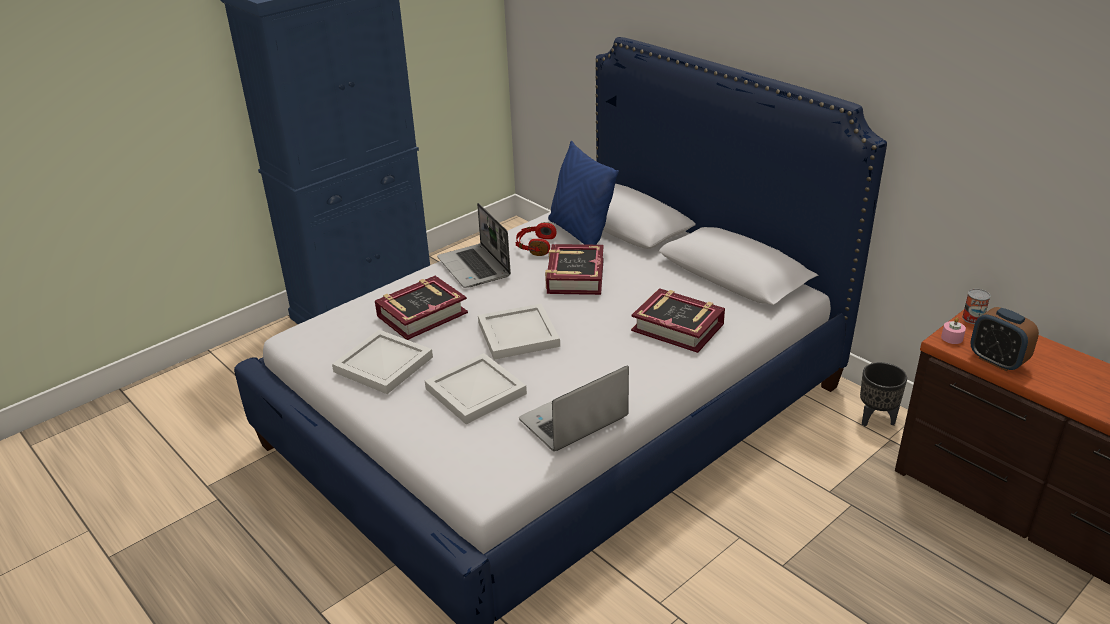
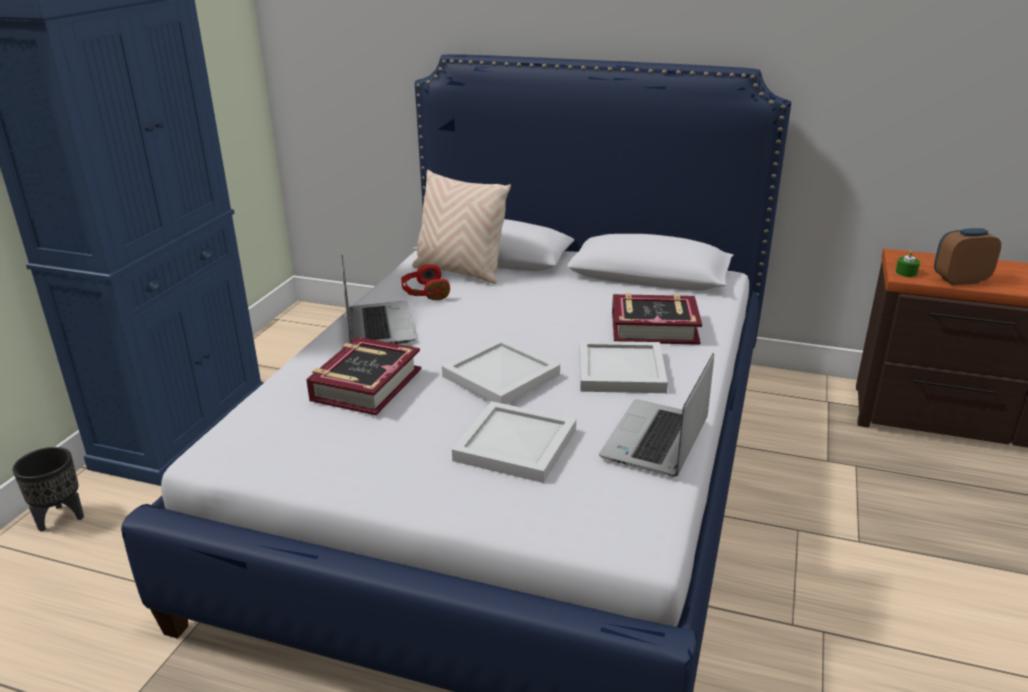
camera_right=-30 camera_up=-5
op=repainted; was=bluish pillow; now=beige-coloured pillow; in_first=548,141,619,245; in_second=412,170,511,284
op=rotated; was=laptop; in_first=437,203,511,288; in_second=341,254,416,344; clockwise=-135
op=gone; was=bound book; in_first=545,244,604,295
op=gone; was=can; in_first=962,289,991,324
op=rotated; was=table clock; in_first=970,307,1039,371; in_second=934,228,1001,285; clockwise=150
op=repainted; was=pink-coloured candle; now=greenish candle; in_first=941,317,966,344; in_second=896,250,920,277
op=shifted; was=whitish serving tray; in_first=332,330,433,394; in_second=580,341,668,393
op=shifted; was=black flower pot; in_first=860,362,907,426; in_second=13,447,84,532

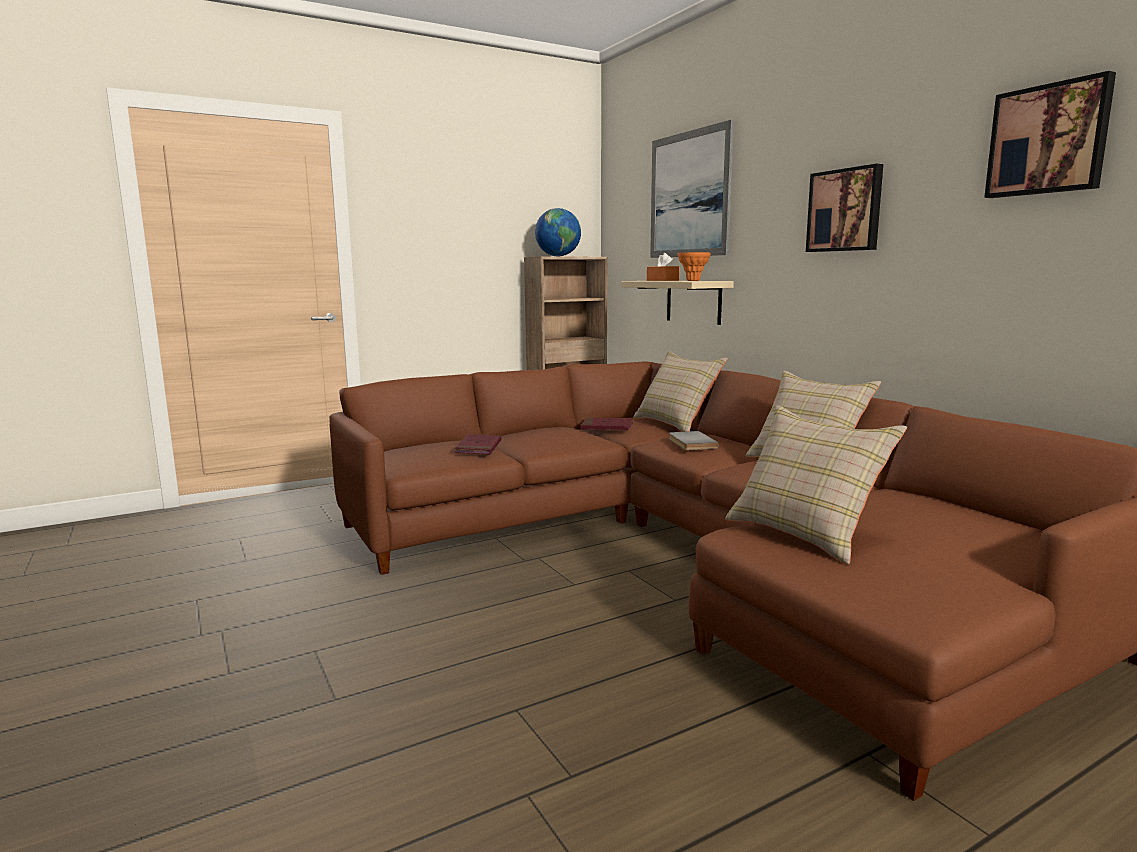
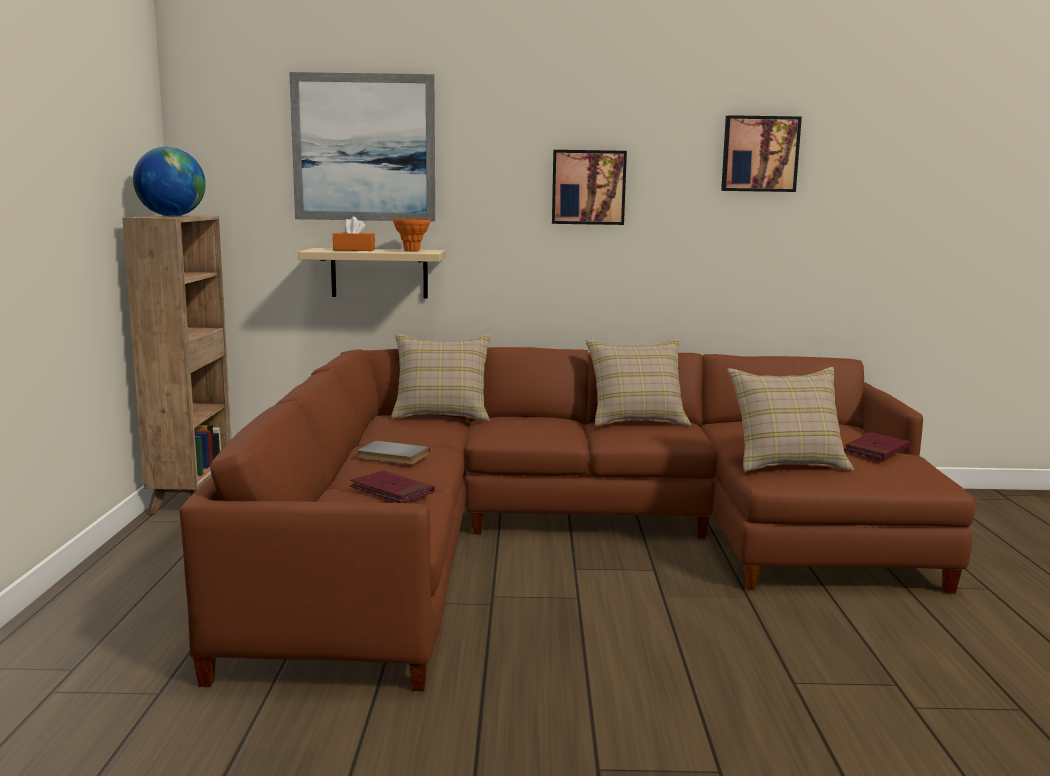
camera_right=-60 camera_up=0
op=shifted; was=reddish bound book; in_first=580,418,633,430; in_second=844,432,909,460
op=shifted; was=greyish bound book; in_first=669,431,719,450; in_second=357,441,430,465

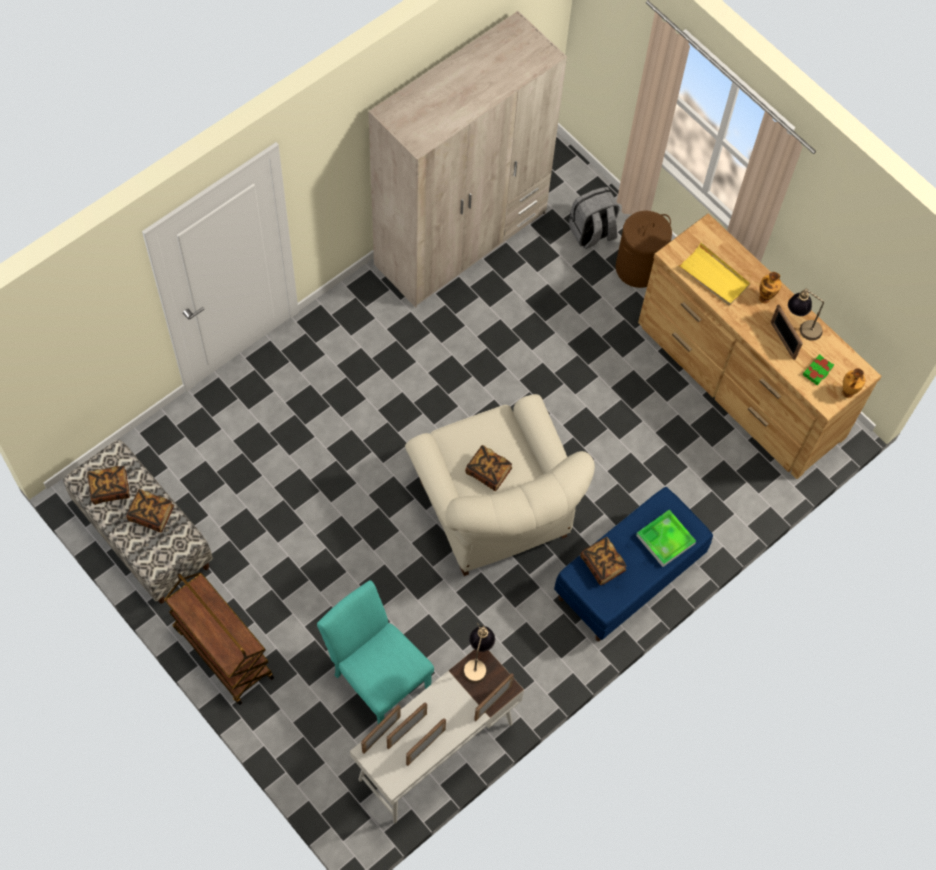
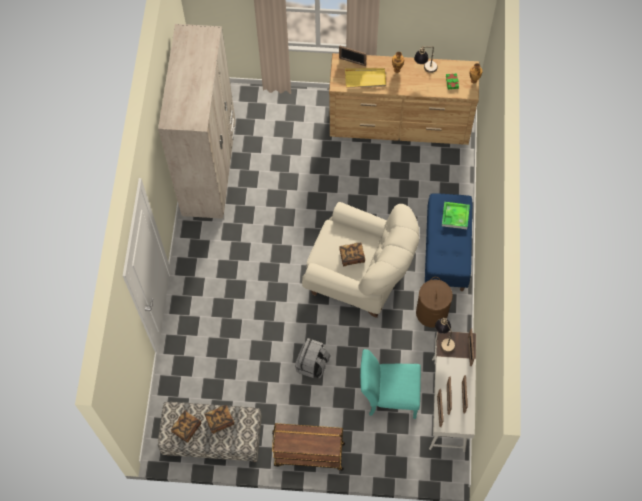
camera_right=-40 camera_up=0
op=shifted; was=greyish rucksack; in_first=569,187,620,249; in_second=295,338,331,379
op=shifted; was=brown laundry basket; in_first=615,211,672,288; in_second=416,277,453,328
op=shifted; was=photo frame; in_first=771,305,803,360; in_second=339,46,367,66
op=gone; was=bound book; in_first=580,537,626,585

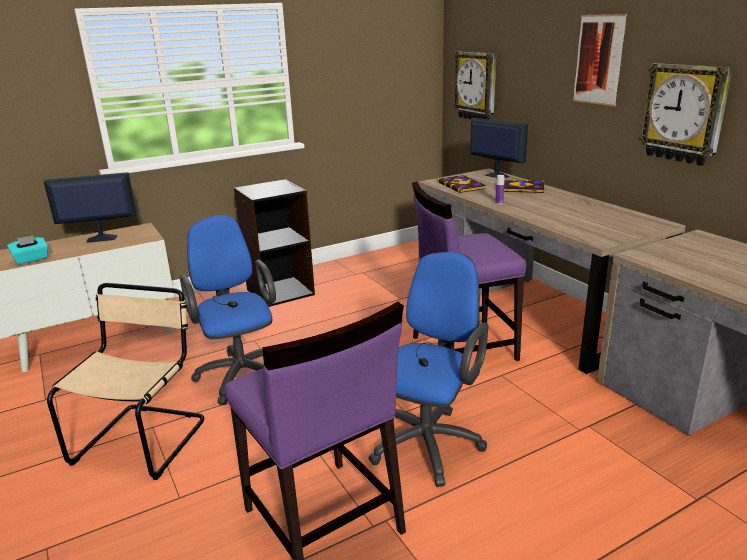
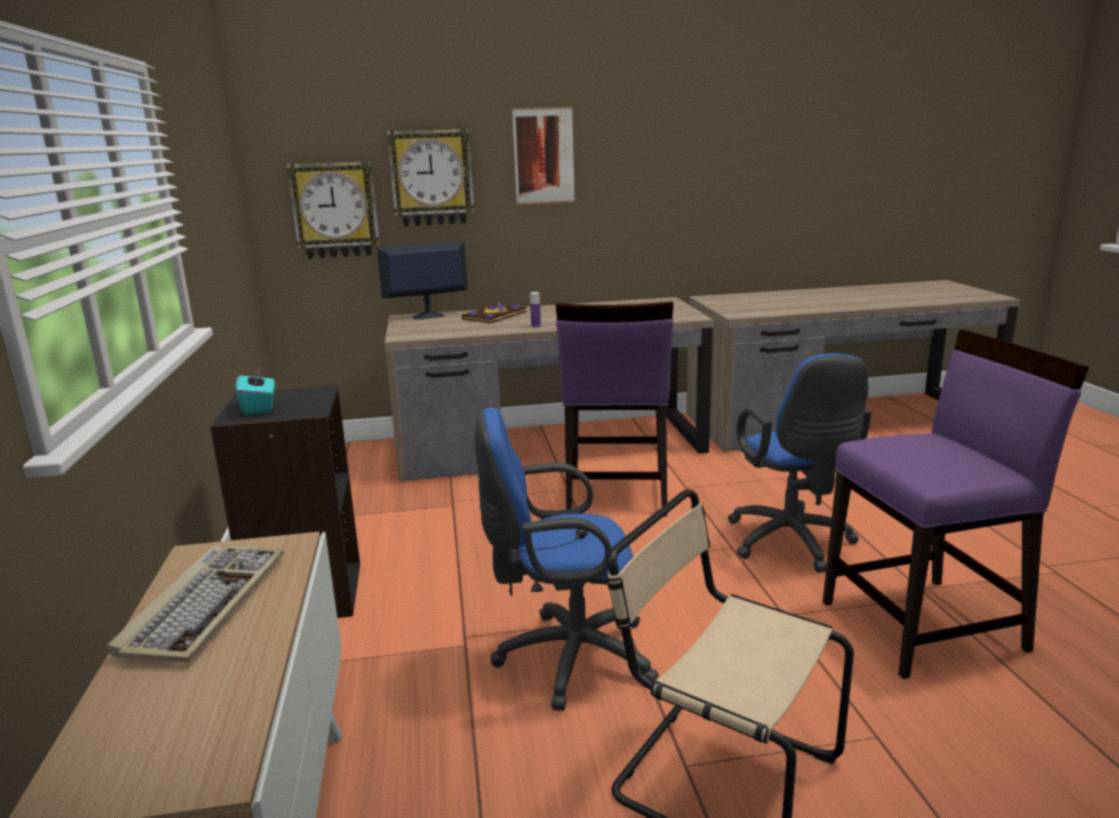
camera_right=-70 camera_up=-5
op=shifted; was=wall clock; in_first=639,63,732,166; in_second=387,129,474,226
op=swapped; was=computer screen; now=keyboard; in_first=43,172,137,243; in_second=107,546,284,662
op=gone; was=bound book; in_first=437,175,486,193
op=shifted; was=turquoise-coloured box of tissues; in_first=7,235,48,265; in_second=236,366,275,415
op=rotated; was=bluish desk chair; in_first=369,252,488,487; in_second=728,353,872,573; clockwise=-150

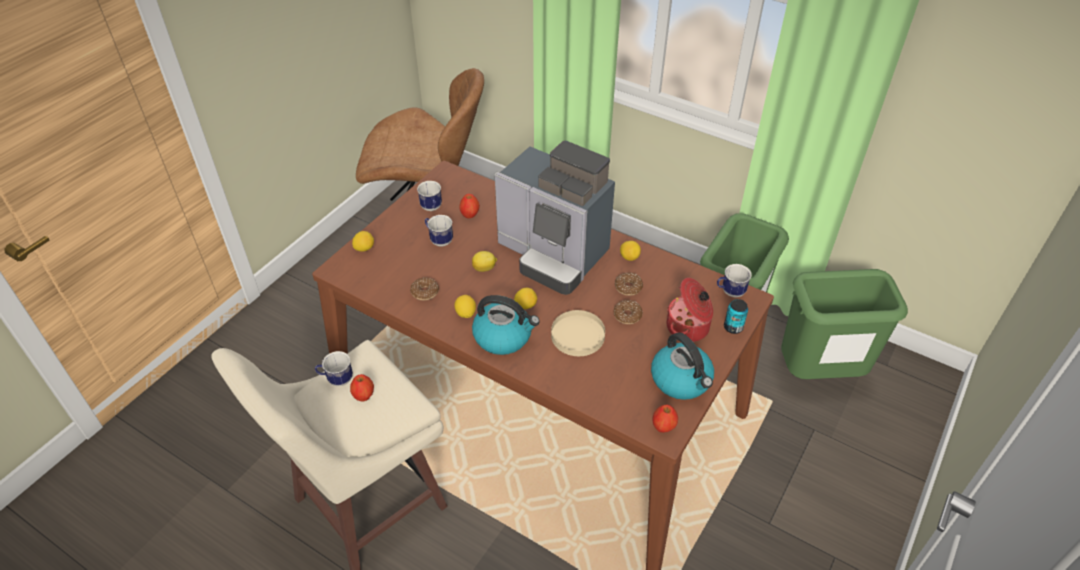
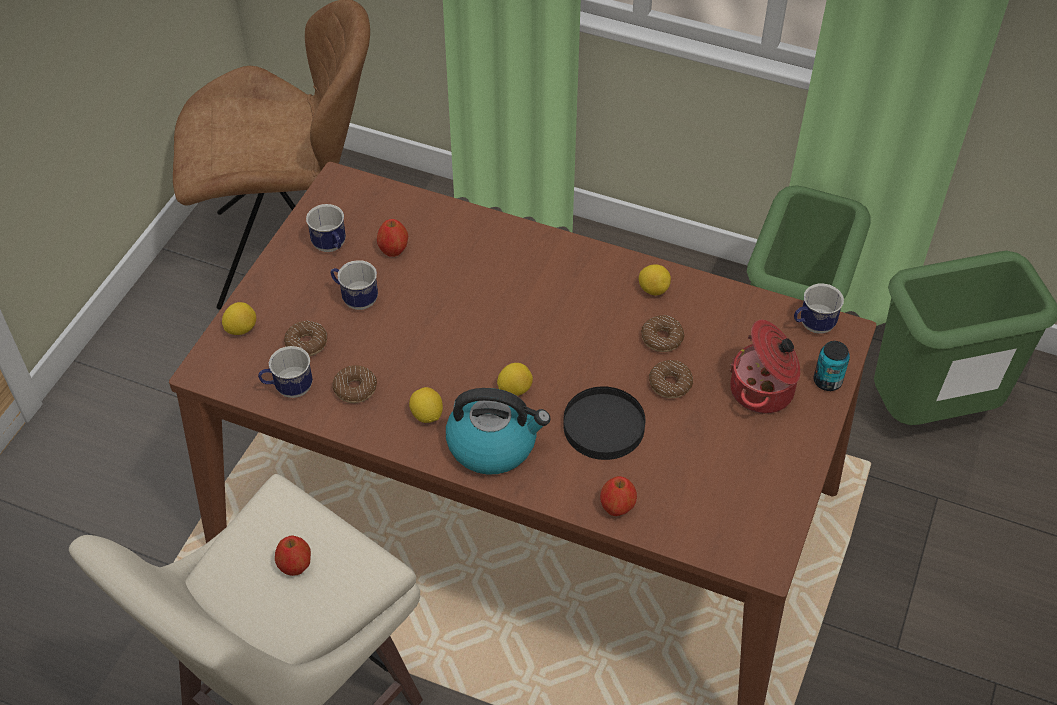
camera_right=-10 camera_up=5
op=gone; was=coffee brewer; in_first=495,140,615,295
op=gone; was=whole lemon; in_first=472,251,497,272
op=repainted; was=beige-coloured flat dish; now=black flat dish; in_first=551,310,605,356; in_second=563,386,645,460
op=gone; was=kettle; in_first=651,332,714,400
op=shifted; was=mug; in_first=315,351,353,386; in_second=258,346,313,398
op=shifted; was=apple fruit; in_first=652,405,678,433; in_second=600,476,637,516
op=new; now=donut; in_second=284,321,327,356

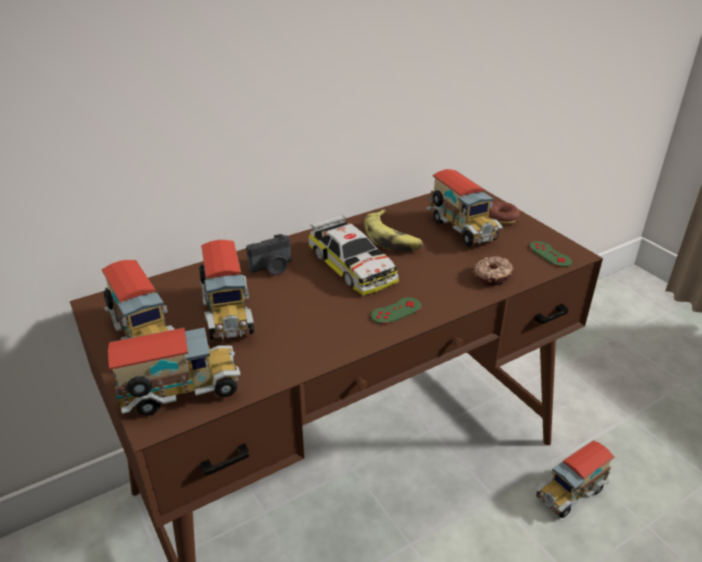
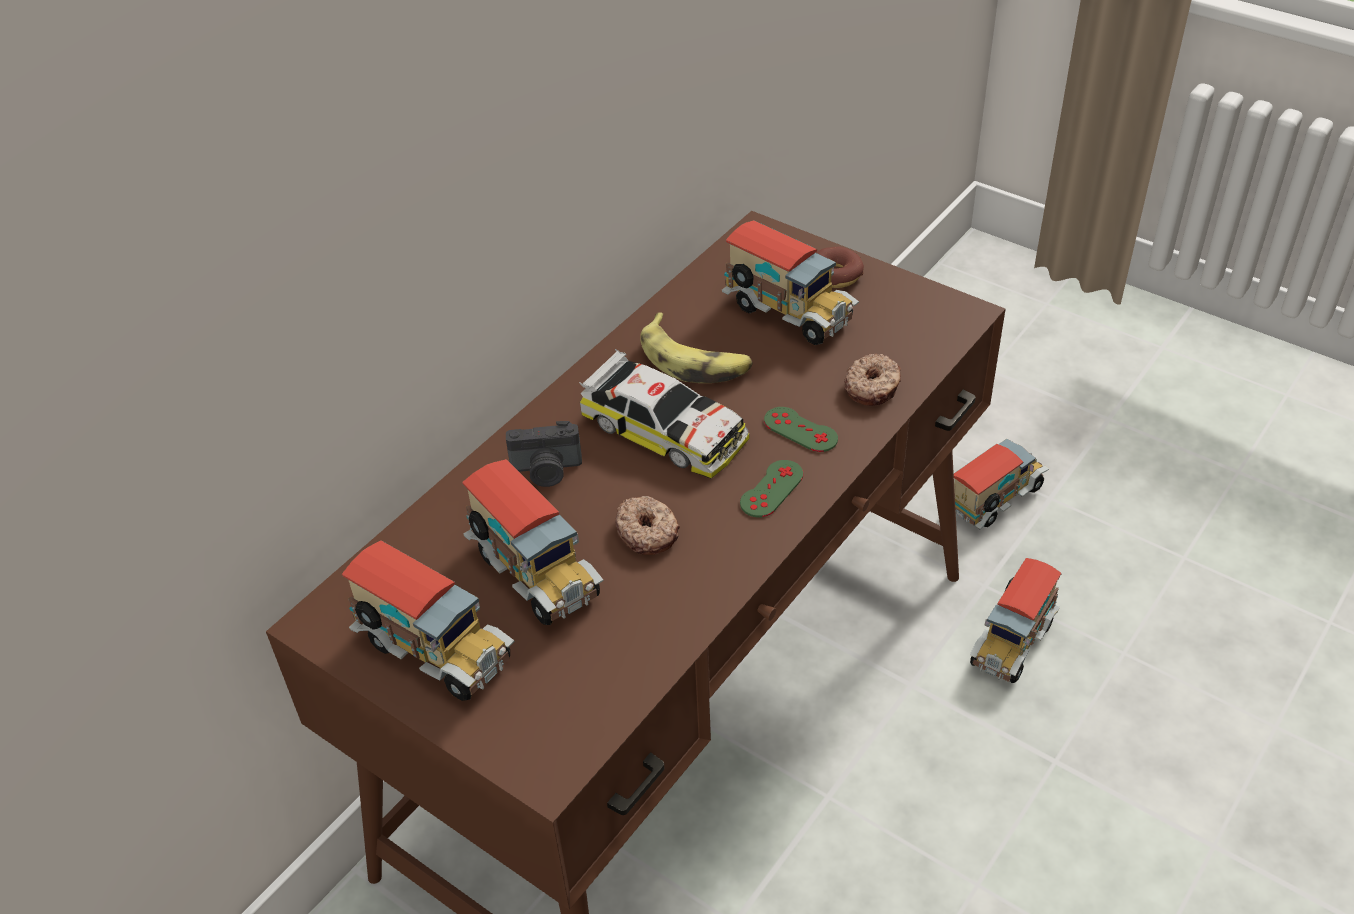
camera_right=-20 camera_up=10
op=rotated; was=photo camera; in_first=246,234,291,275; in_second=506,421,582,487; clockwise=45
op=shifted; was=greenish game controller; in_first=529,241,572,267; in_second=764,407,838,452
op=shifted; was=toy lorry; in_first=108,327,241,416; in_second=954,439,1049,530
op=new; now=donut; in_second=615,496,680,555

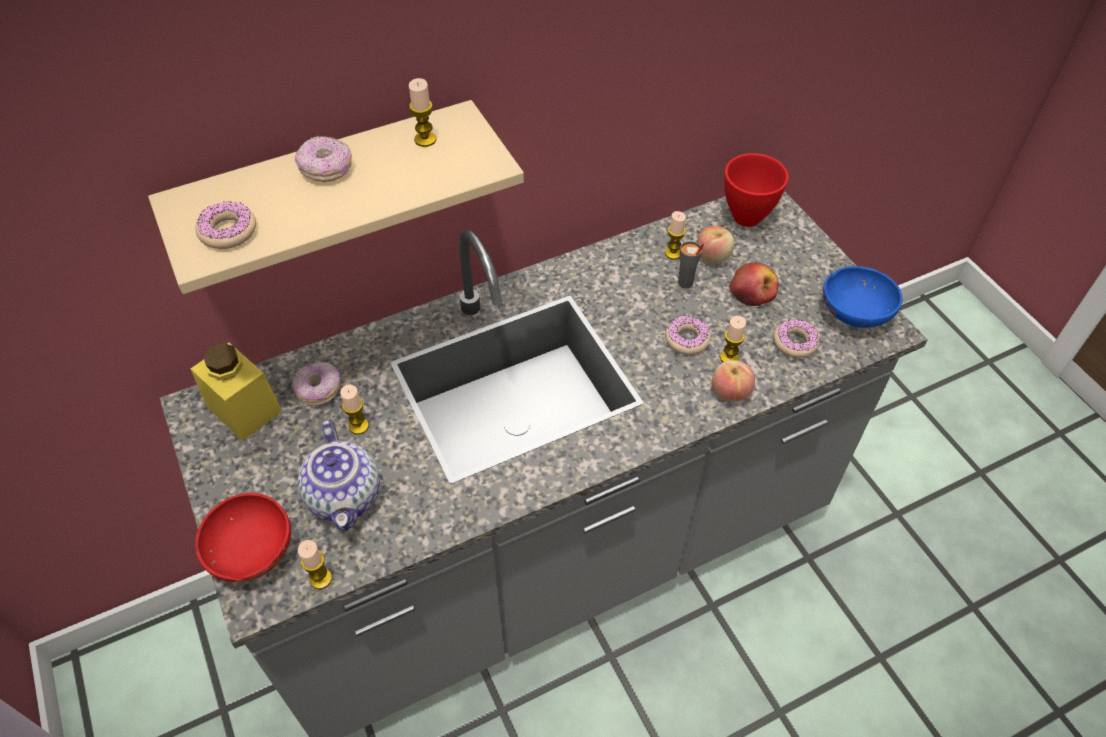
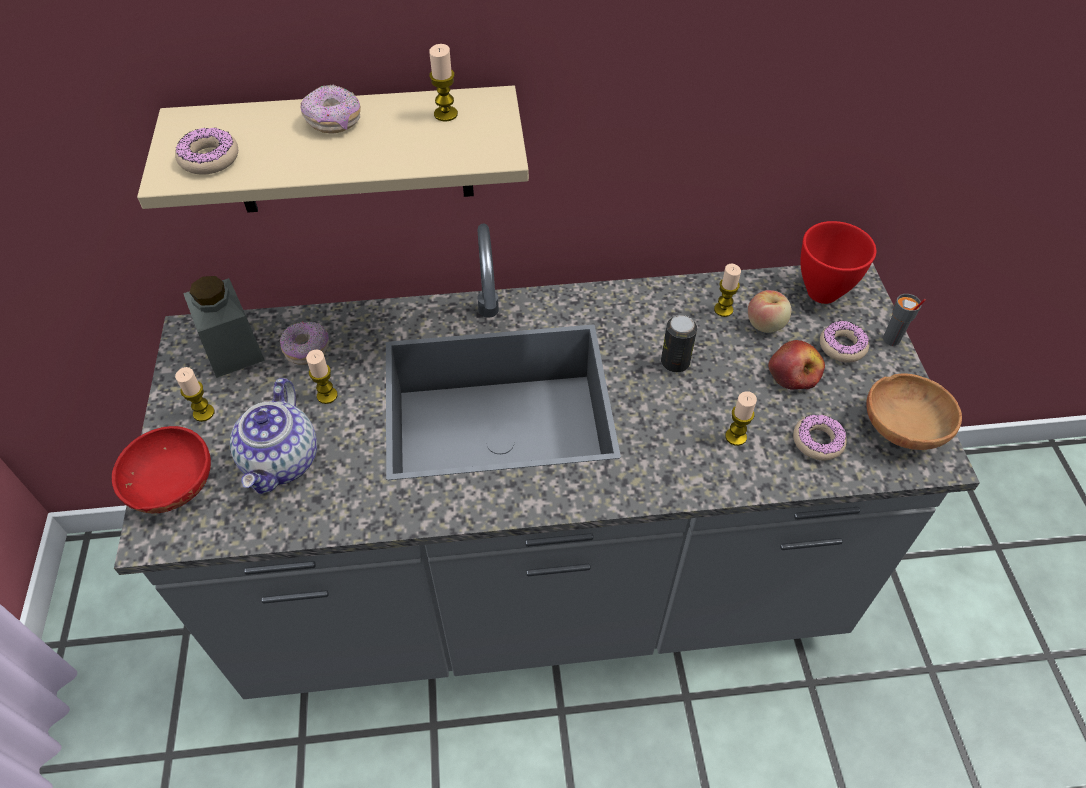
camera_right=20 camera_up=0
op=shifted; was=greyish drinking cup; in_first=678,241,704,289; in_second=883,294,926,346
op=repainted; was=bluish serving bowl; now=brown serving bowl; in_first=822,266,902,328; in_second=866,374,962,450
op=shifted; was=donut; in_first=665,315,711,355; in_second=820,321,869,363
op=repainted; was=yellow-coloured preserve jar; now=greyish preserve jar; in_first=190,343,282,441; in_second=183,276,265,378
op=gone; was=apple fruit; in_first=712,360,755,401
op=shifted; was=candle; in_first=298,540,332,589; in_second=175,367,215,422
op=new; now=can; in_second=661,315,697,372

